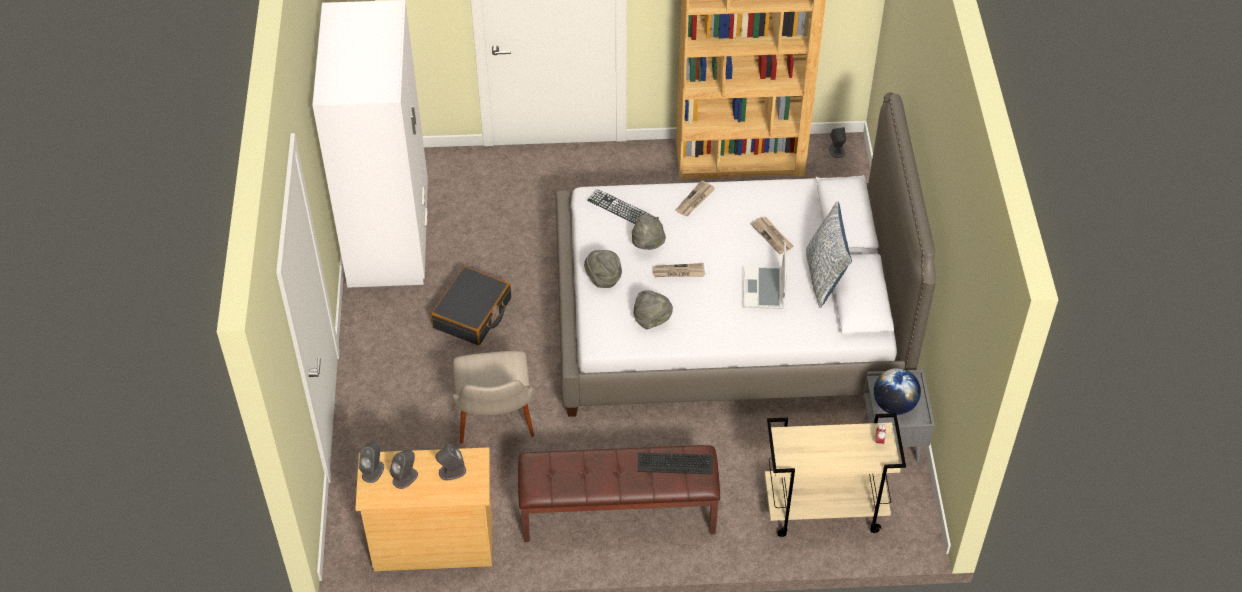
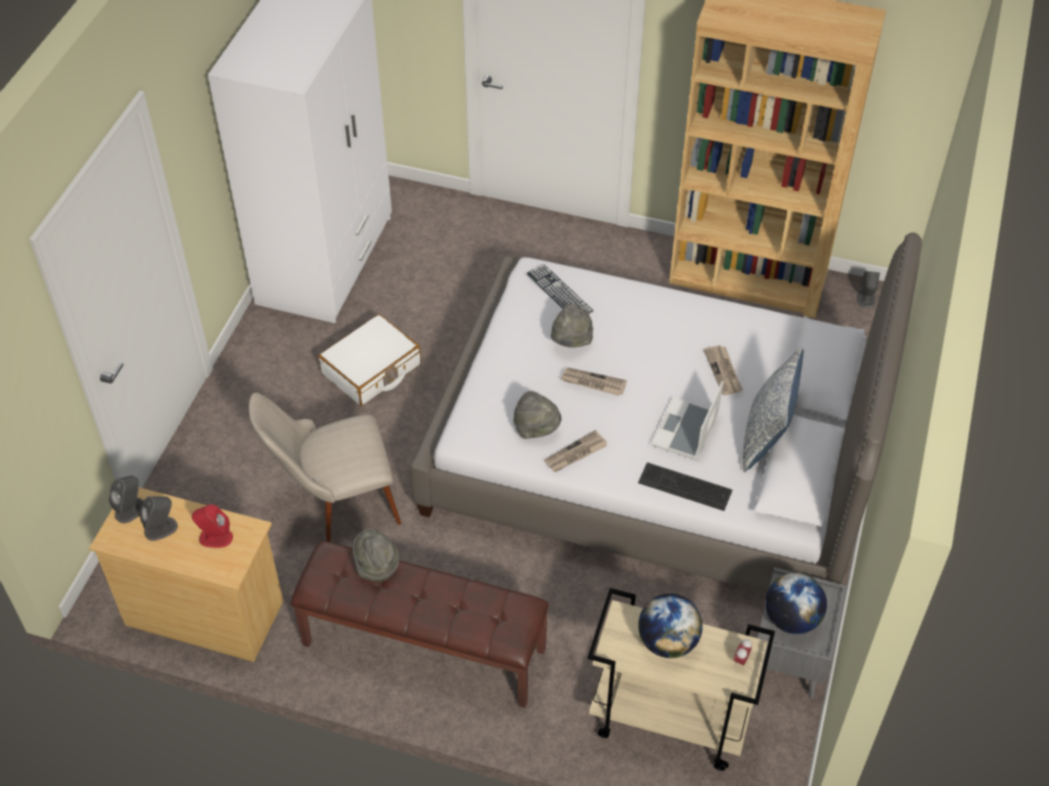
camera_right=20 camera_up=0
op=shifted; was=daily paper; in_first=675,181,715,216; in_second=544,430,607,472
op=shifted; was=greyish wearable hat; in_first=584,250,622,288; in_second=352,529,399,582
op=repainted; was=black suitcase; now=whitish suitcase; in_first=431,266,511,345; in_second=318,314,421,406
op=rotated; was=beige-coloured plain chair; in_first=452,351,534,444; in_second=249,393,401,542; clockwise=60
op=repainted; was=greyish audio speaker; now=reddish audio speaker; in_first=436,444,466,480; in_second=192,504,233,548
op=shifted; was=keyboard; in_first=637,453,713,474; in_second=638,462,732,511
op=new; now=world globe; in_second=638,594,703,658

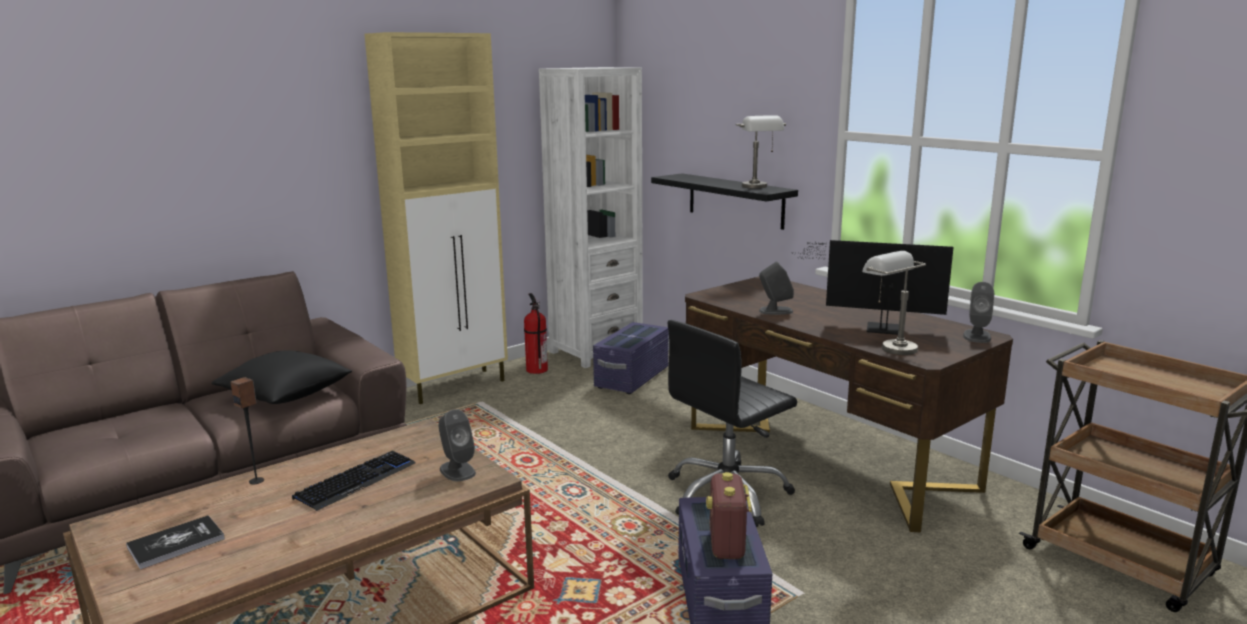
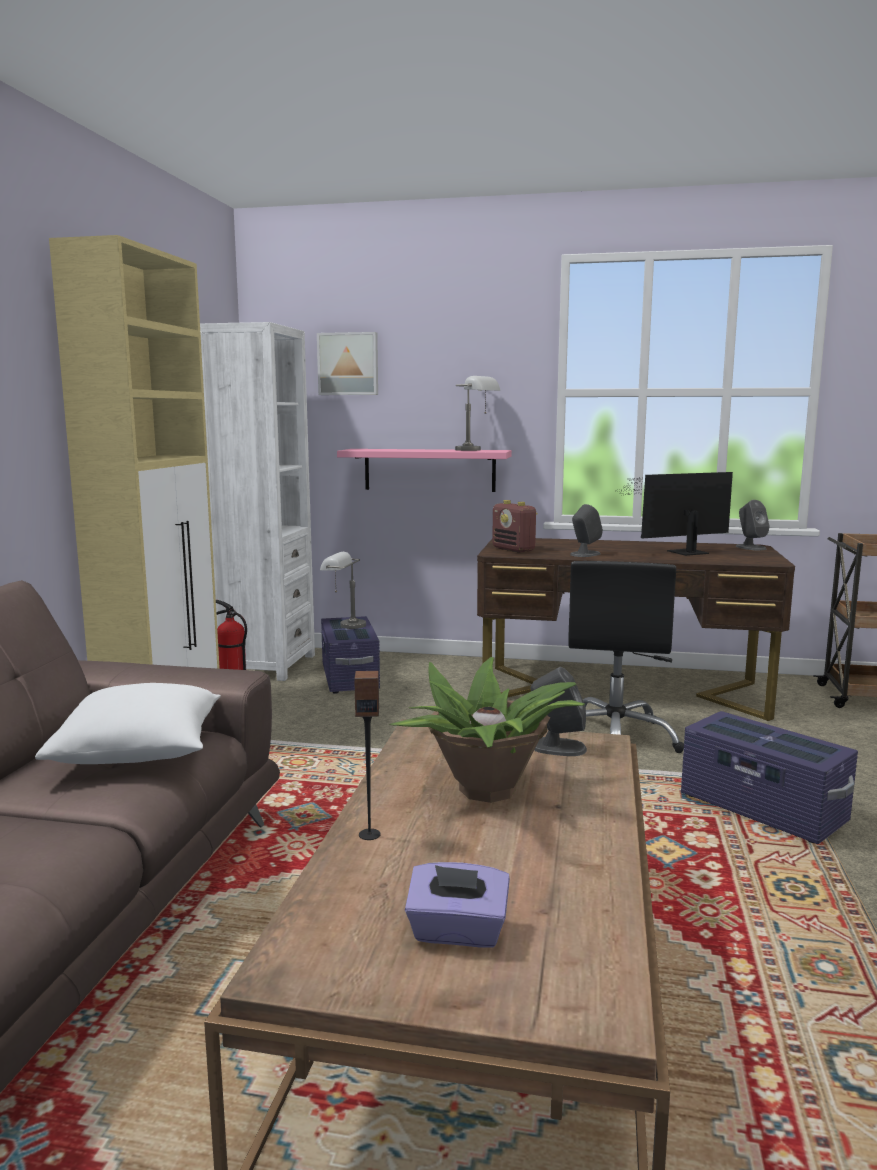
camera_right=-40 camera_up=-5
op=repainted; was=black shelf; now=pink-coloured shelf; in_first=651,173,798,230; in_second=337,449,512,492
op=shifted; was=greyish table lamp; in_first=862,251,926,355; in_second=320,552,366,629
op=repainted; was=black pillow; now=whitish pillow; in_first=212,351,352,404; in_second=35,683,221,764
op=swapped; was=keyboard; now=plant in a pot; in_first=292,451,416,511; in_second=389,657,585,803
op=shifted; was=radio receiver; in_first=706,472,752,559; in_second=492,500,538,553
op=swapped; was=bound book; now=purple box of tissues; in_first=126,515,225,569; in_second=405,862,510,948
op=new; now=wall art; in_second=317,332,378,395

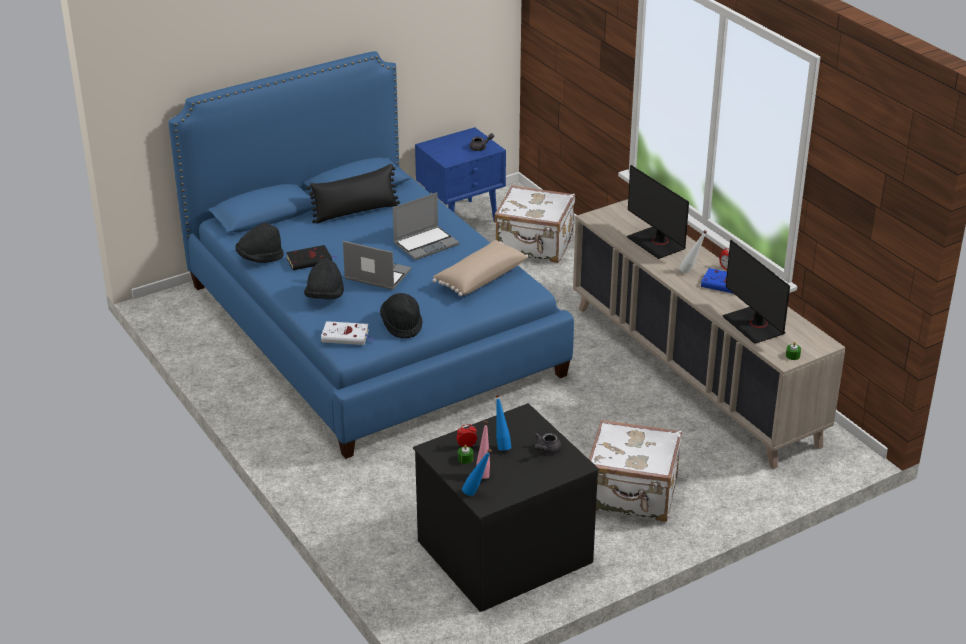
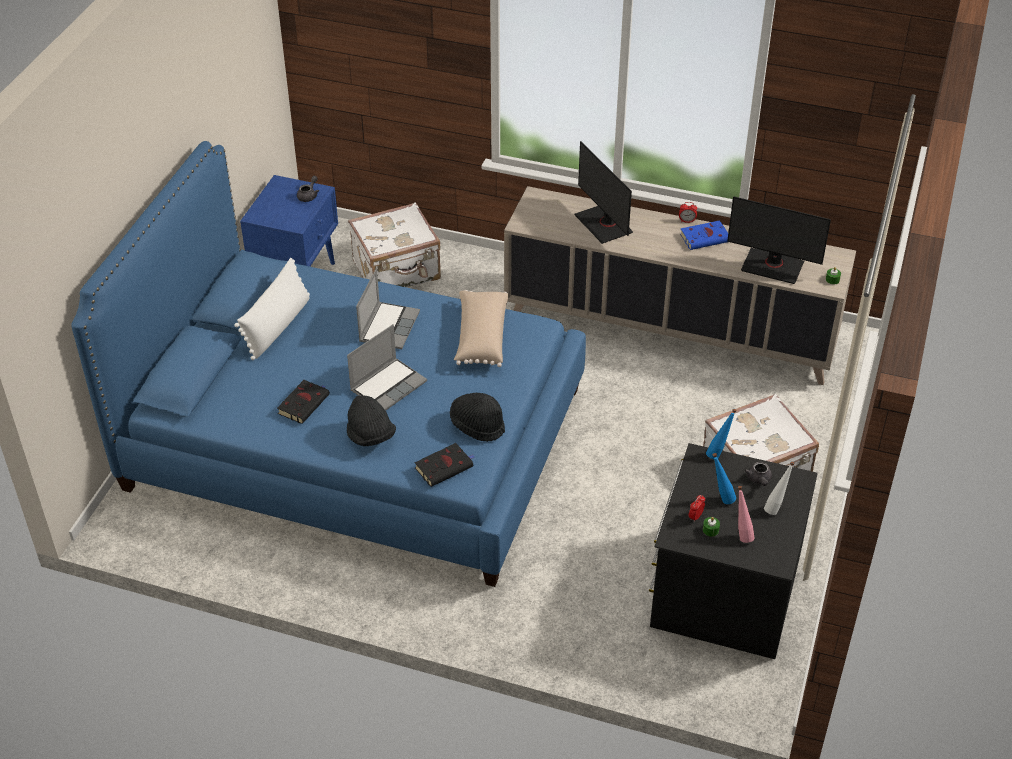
camera_right=-40 camera_up=10
op=repainted; was=black pillow; now=whitish pillow; in_first=307,164,400,223; in_second=234,258,310,360
op=rotated; was=computer screen; in_first=627,165,689,259; in_second=574,141,633,244; clockwise=45
op=gone; was=black wearable hat; in_first=235,223,284,263
op=shifted; was=whitish drink bottle; in_first=679,230,707,274; in_second=764,461,795,515
op=rotated; was=laptop; in_first=343,241,411,290; in_second=347,324,427,411; clockwise=150
op=repainted; was=whitish bound book; now=black bound book; in_first=321,321,374,345; in_second=415,443,475,487
op=shifted; was=bluish drink bottle; in_first=462,449,492,496; in_second=706,409,737,459

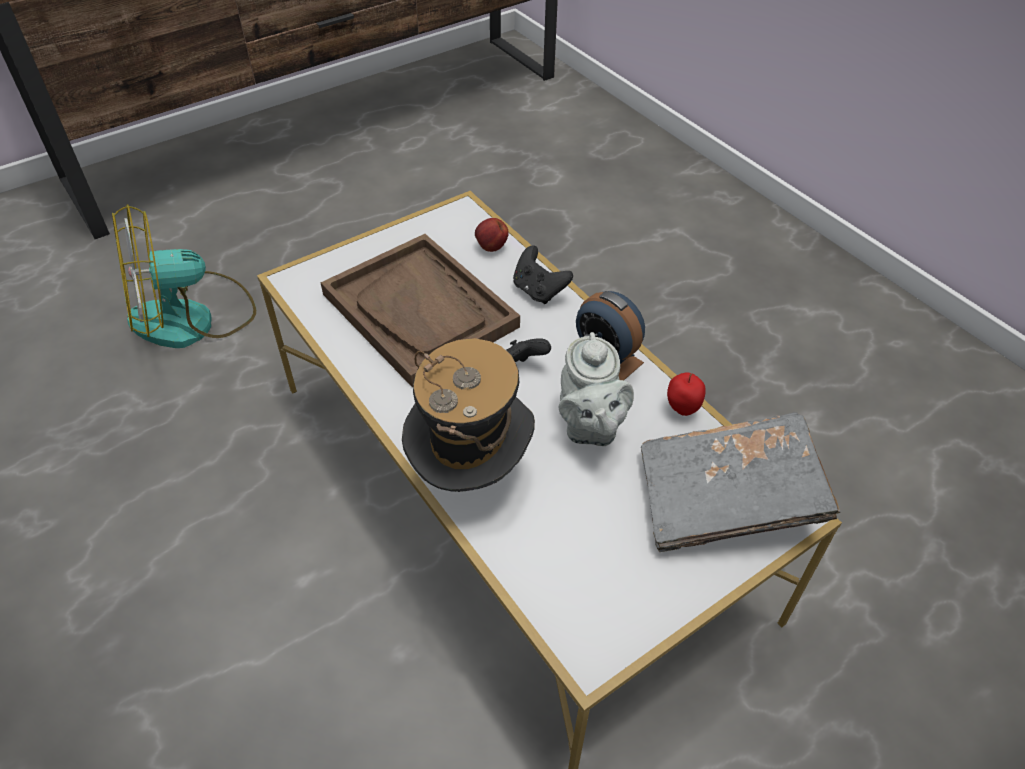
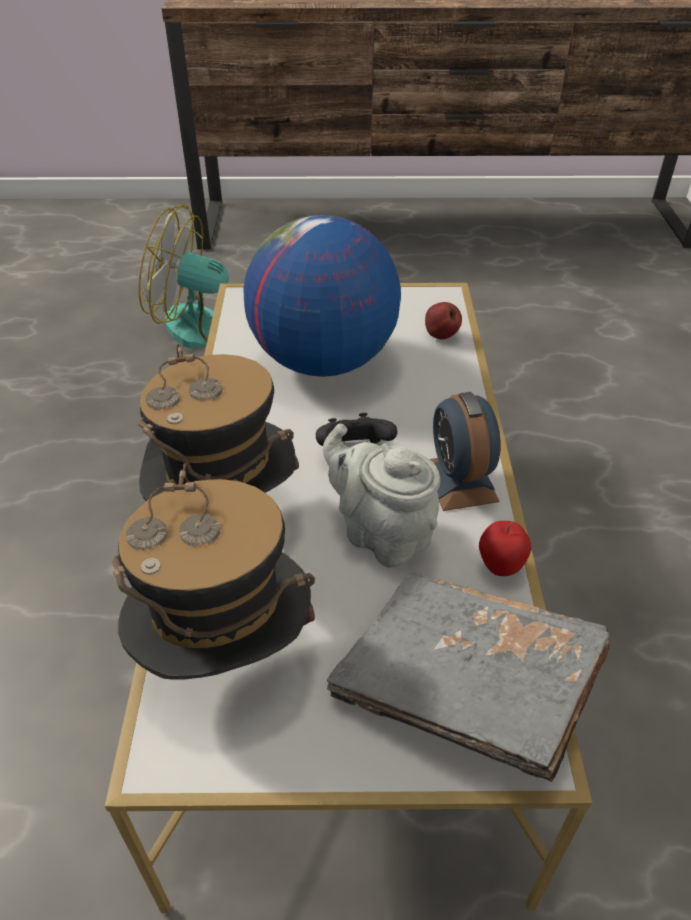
camera_right=35 camera_up=-5
op=swapped; was=brown serving tray; now=world globe; in_first=321,234,520,387; in_second=244,215,401,377
op=gone; was=black game controller; in_first=513,246,573,304
op=rotated; was=greyish teapot; in_first=559,332,634,446; in_second=323,424,440,568; clockwise=105
op=new; now=wearable hat; in_second=112,463,315,680

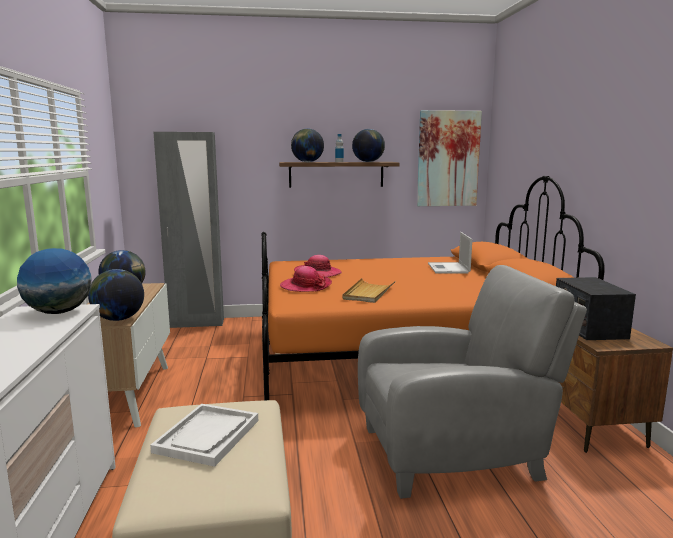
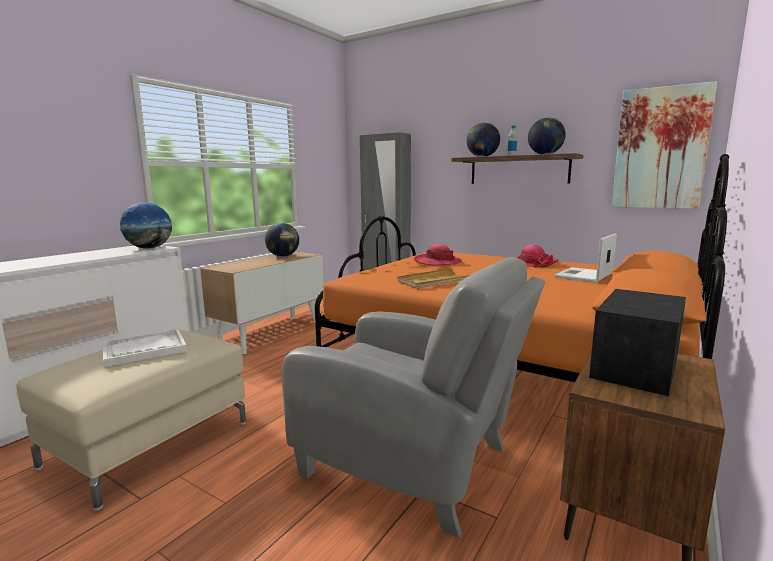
camera_right=40 camera_up=0
op=shifted; was=wearable hat; in_first=280,266,332,292; in_second=515,244,558,268
op=gone; was=world globe; in_first=88,269,144,321

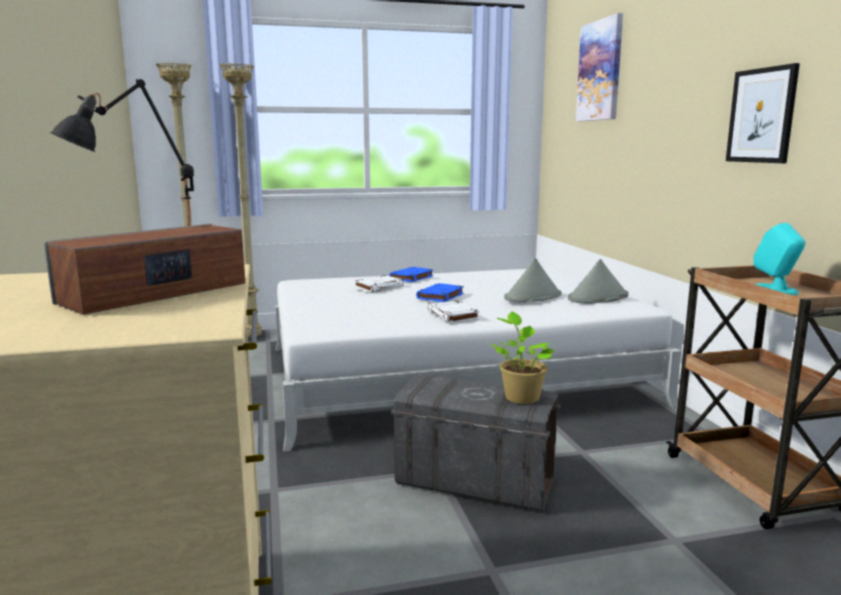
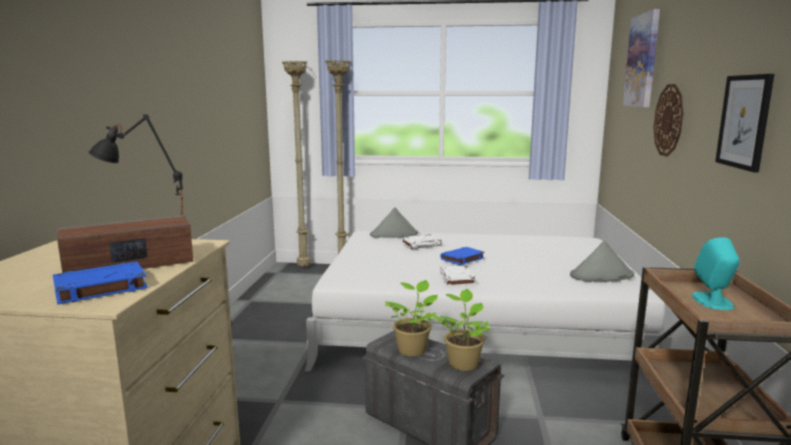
camera_right=20 camera_up=0
op=shifted; was=greyish wearable hat; in_first=504,258,562,302; in_second=370,207,418,238
op=shifted; was=bluish bound book; in_first=389,267,434,282; in_second=53,261,148,304
op=new; now=wall clock; in_second=653,84,684,157
op=new; now=plant in a pot; in_second=385,280,438,357

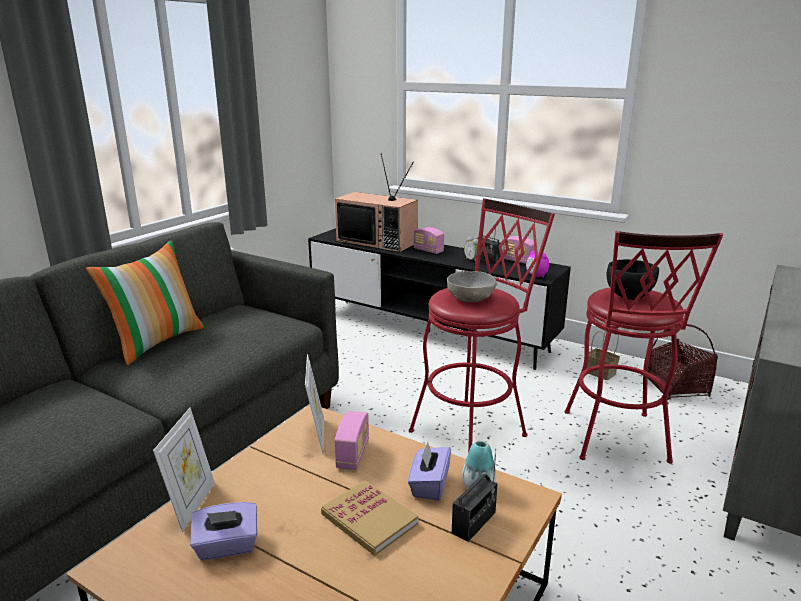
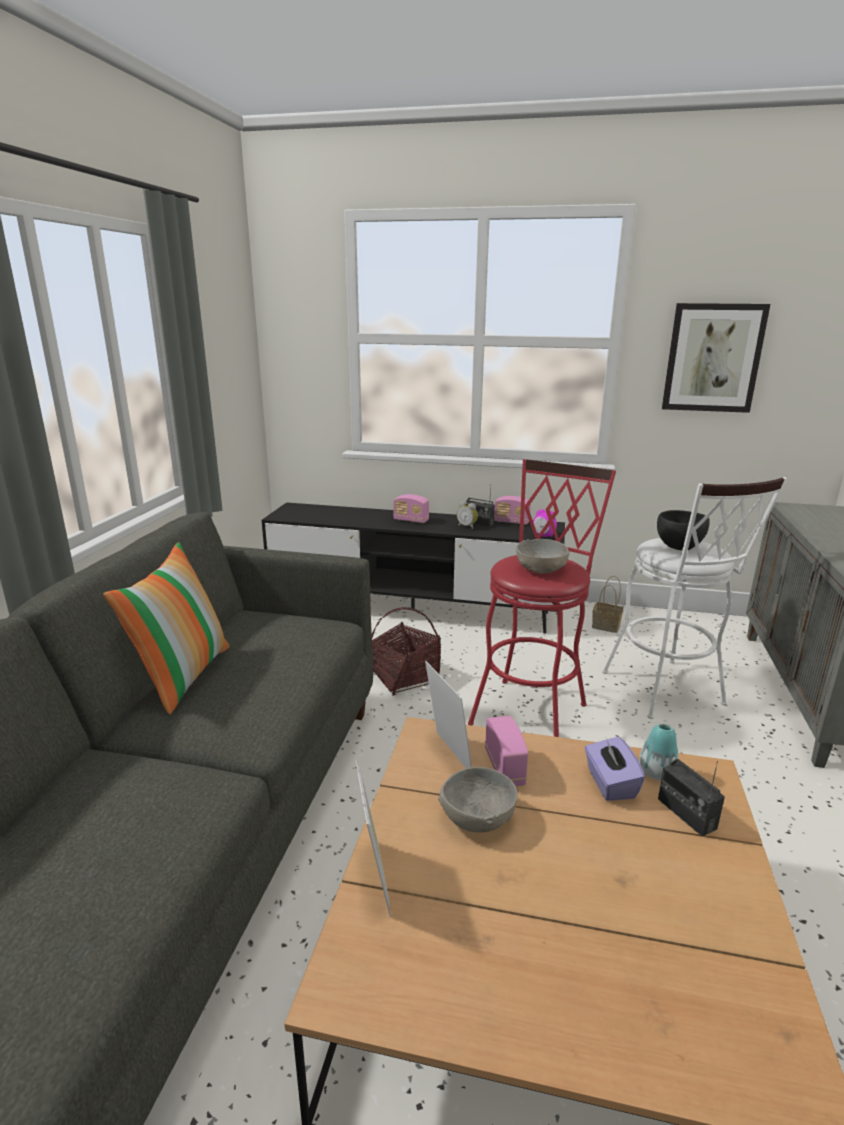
camera_right=-20 camera_up=0
op=gone; was=TV set; in_first=335,153,418,253
op=repainted; was=reddish stool; now=whitish stool; in_first=565,231,723,464; in_second=602,477,787,719
op=shifted; was=storage basket; in_first=648,324,718,400; in_second=372,607,441,696
op=rotated; was=radio receiver; in_first=452,449,498,542; in_second=658,759,725,836; clockwise=135
op=gone; was=bound book; in_first=321,480,418,555
op=gone; was=purple box of tissues; in_first=190,502,257,560
op=new; now=wall art; in_second=662,303,770,413
op=new; now=greyish serving bowl; in_second=438,767,518,833

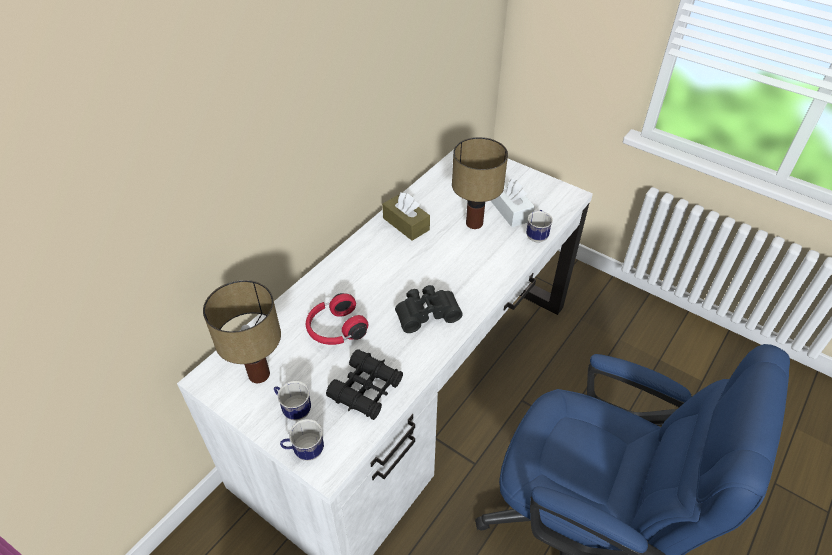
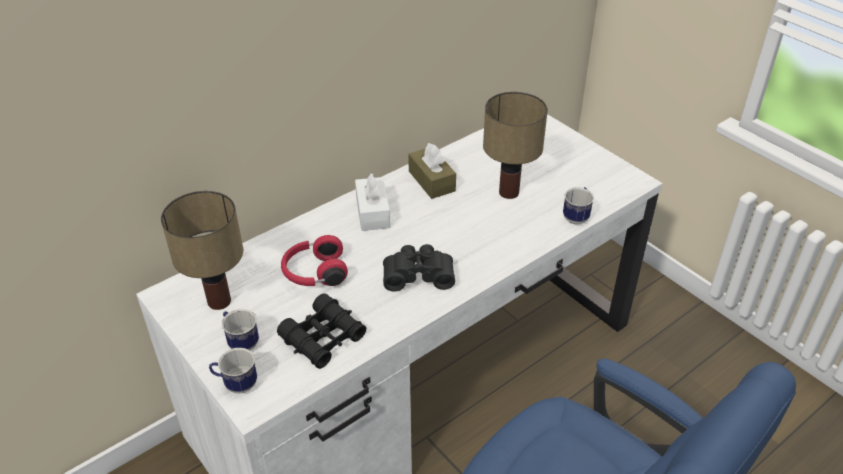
camera_right=15 camera_up=-5
op=shifted; was=whitish box of tissues; in_first=491,179,535,227; in_second=355,173,390,231

